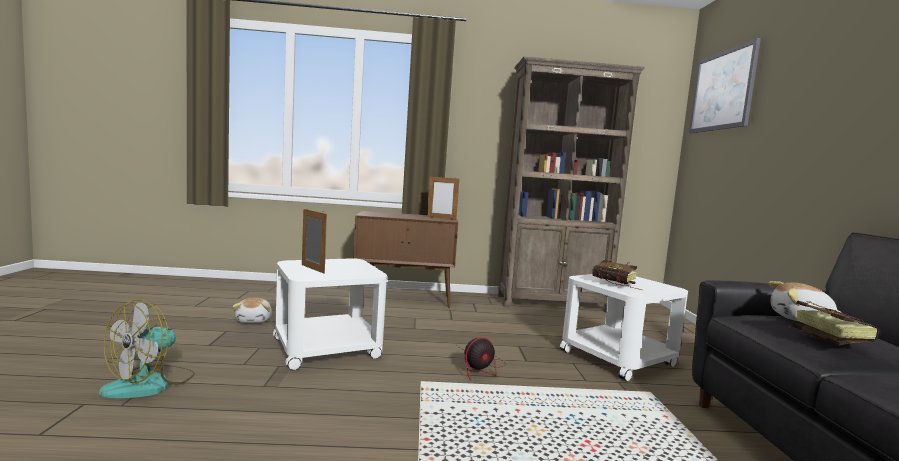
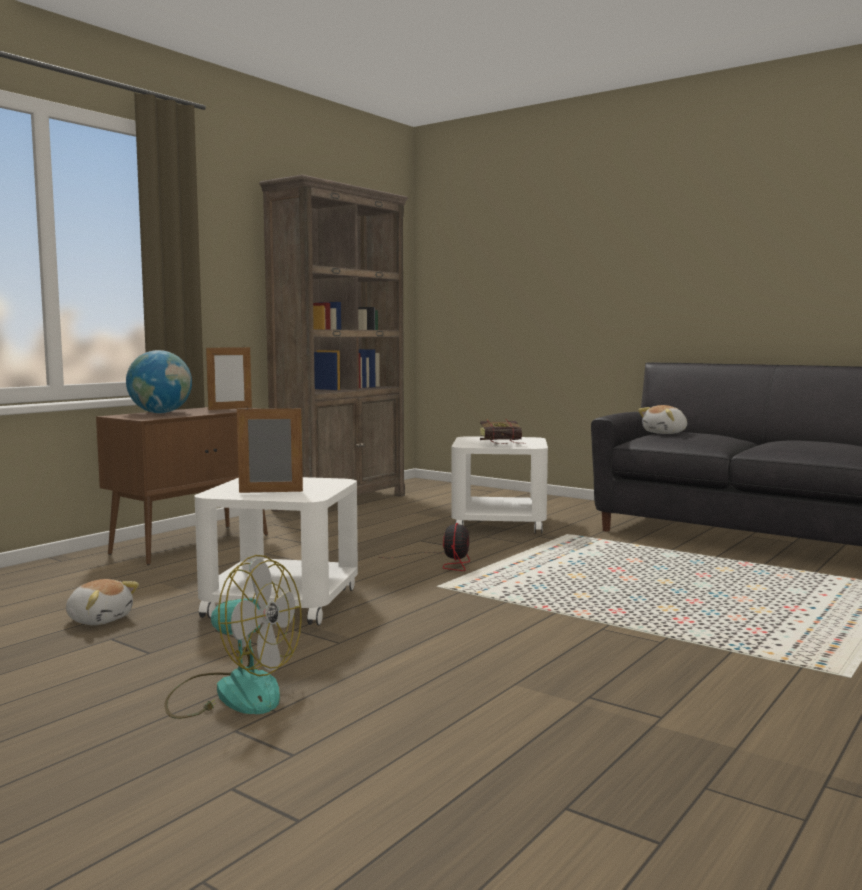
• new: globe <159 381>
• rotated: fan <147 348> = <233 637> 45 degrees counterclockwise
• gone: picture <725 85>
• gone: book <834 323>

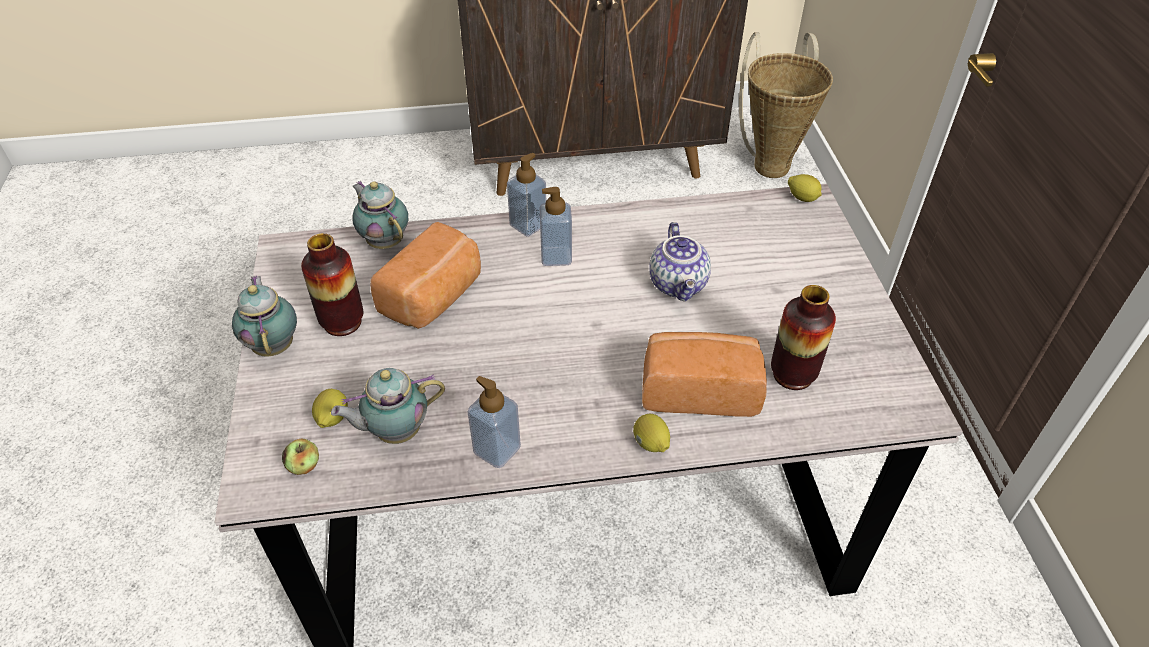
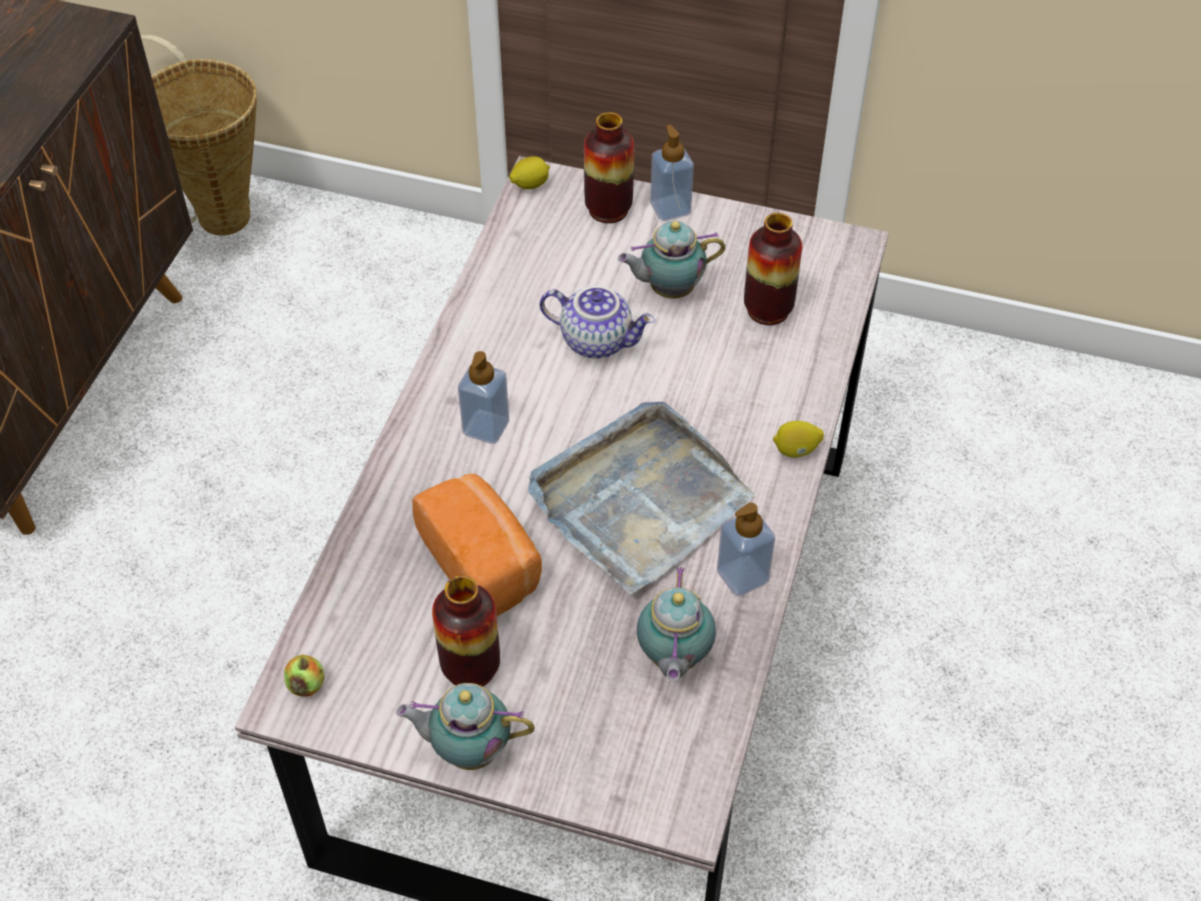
• shifted: apple <300 456> to <304 676>
• new: tray/grey <641 498>
• new: vase <609 167>
• shifted: teapot <380 214> to <671 260>
• shifted: soap dispenser <526 195> to <672 173>
• gone: lemon <330 408>
• gone: bread <704 374>

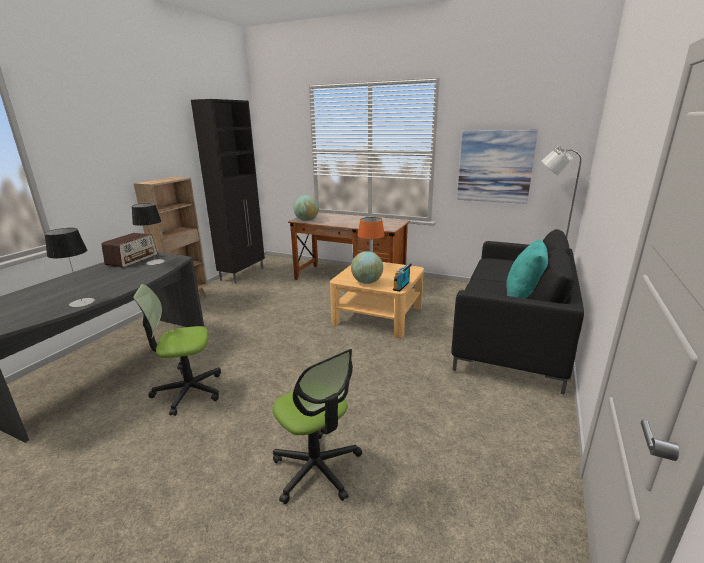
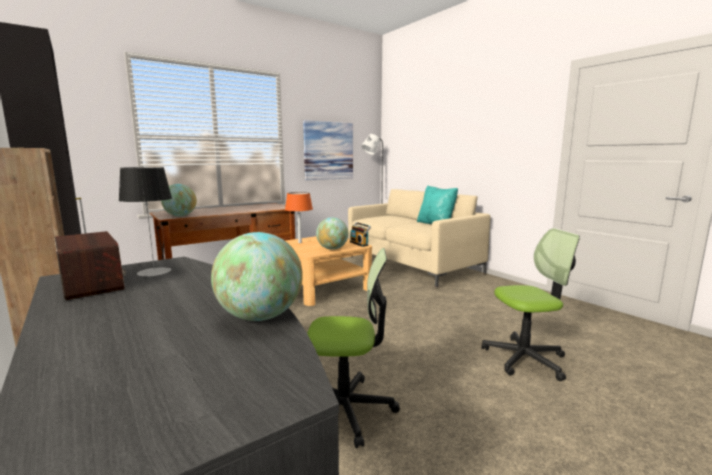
• swapped: table lamp <69 267> to globe <257 276>
• rotated: office chair <177 350> = <353 348> 105 degrees counterclockwise
• repainted: sofa/black <517 311> to sofa/beige <419 238>

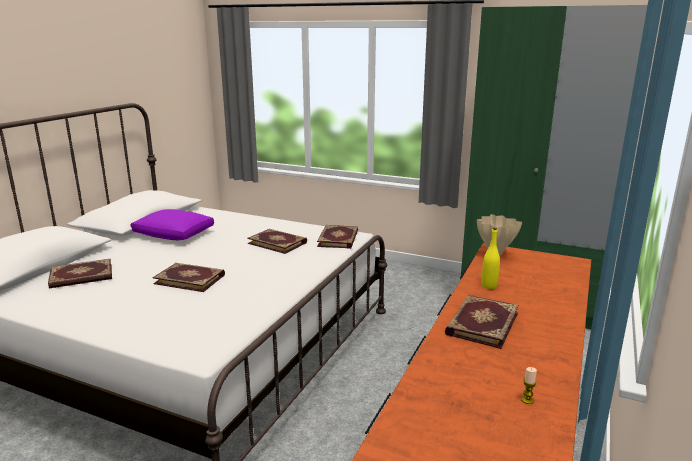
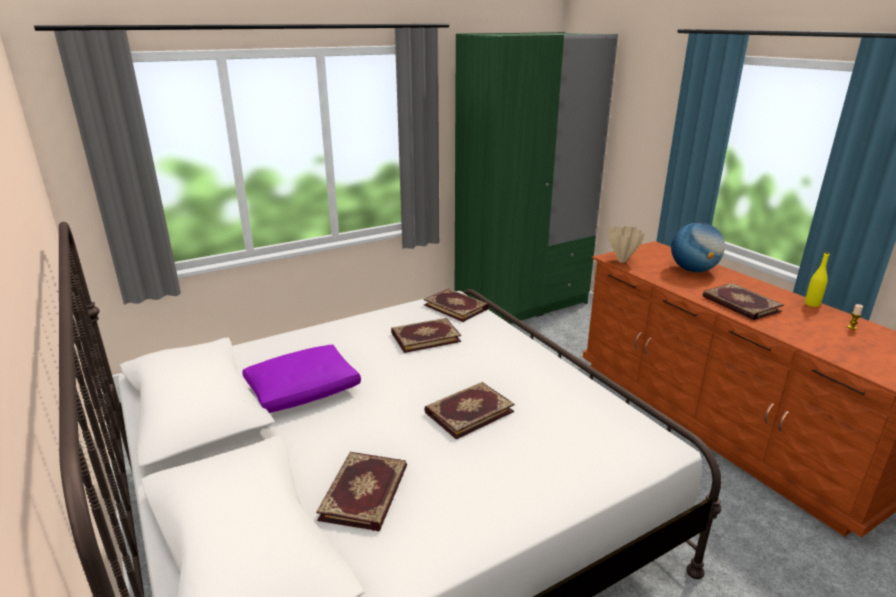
• new: globe <698 247>
• shifted: bottle/yellow <490 258> to <817 279>

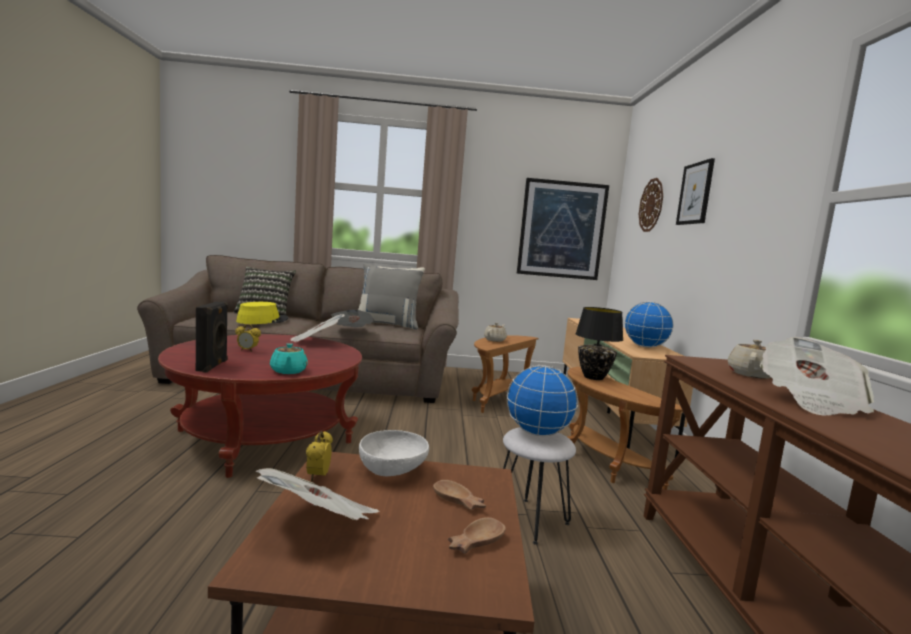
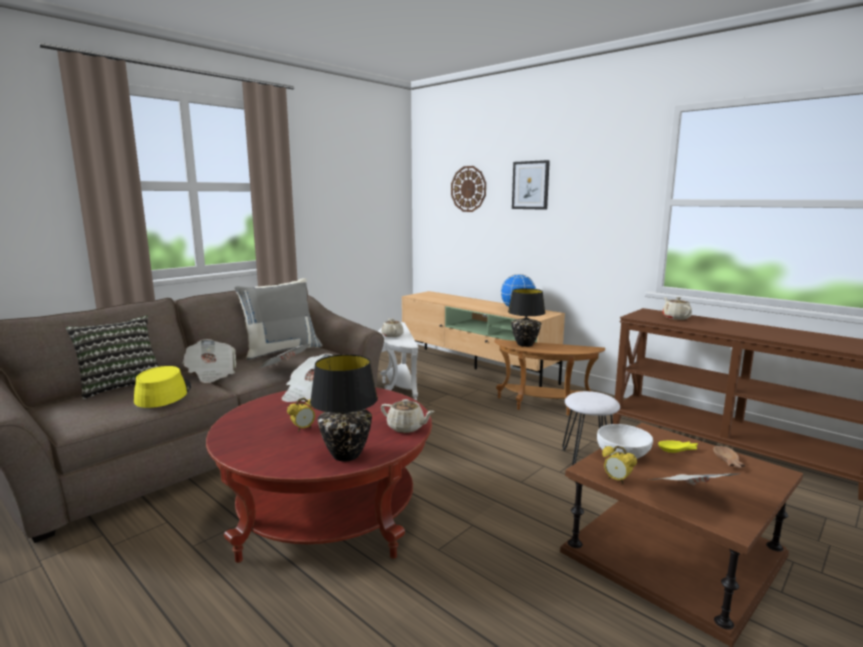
• shifted: newspaper <817 376> to <209 361>
• swapped: speaker/black <212 337> to table lamp/black <344 407>
• repainted: side table/brown <505 374> to side table/white <398 361>
• repainted: teapot/turquoise <289 358> to teapot/beige <408 416>
• repainted: bowl/brown <459 495> to bowl/yellow <678 446>
• gone: globe <542 400>
• gone: picture <563 229>

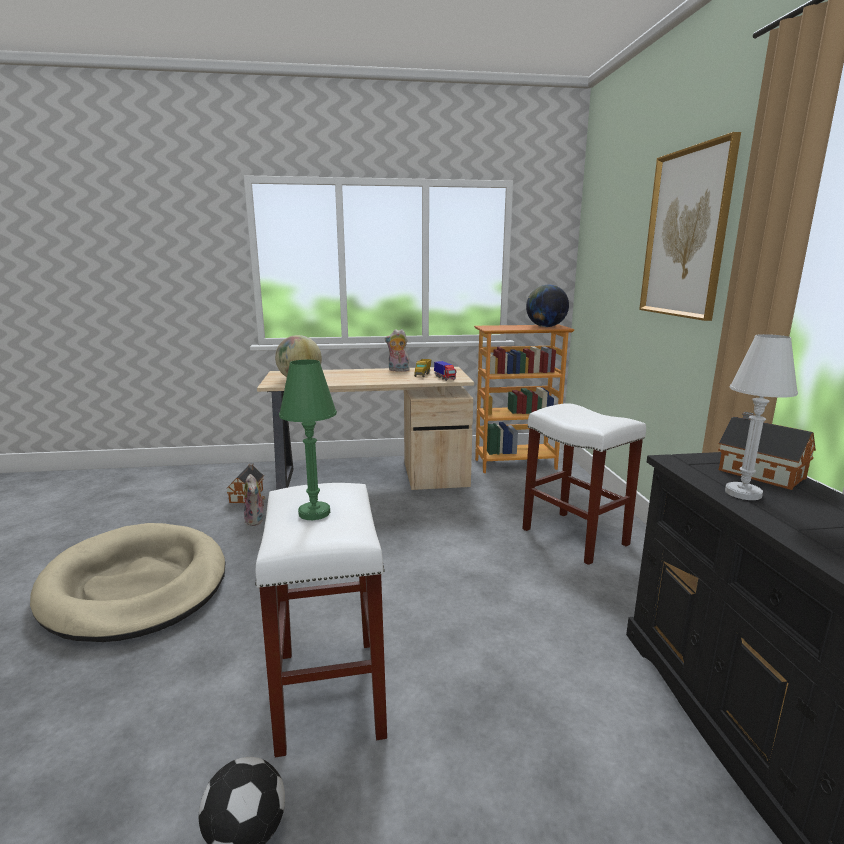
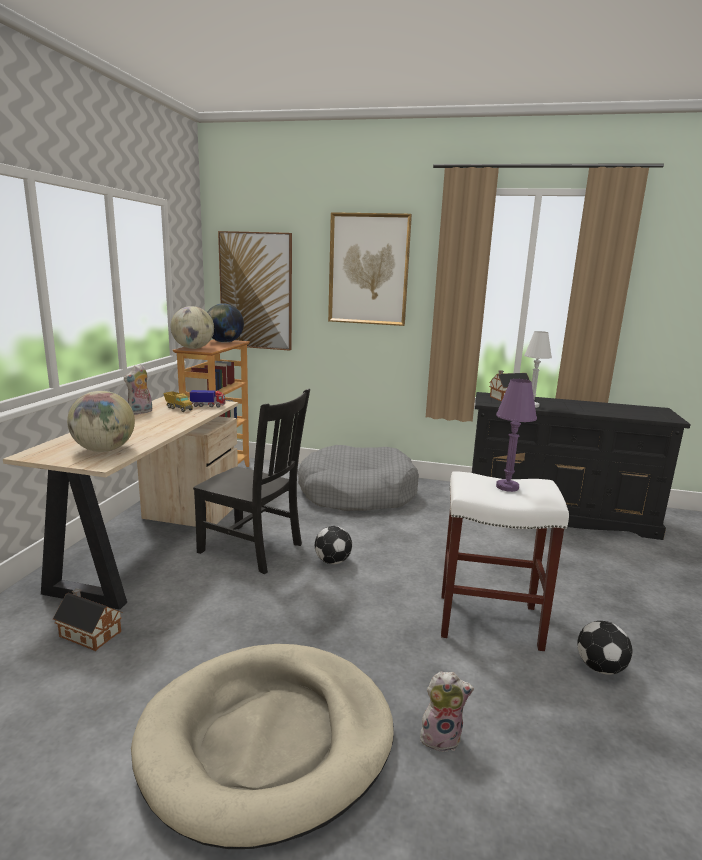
• new: globe <192 327>
• new: chair/black <251 481>
• new: picture <255 291>
• swapped: stool/white <584 484> to dog bed/grey <358 478>
• new: football <333 545>
• shifted: plush toy <255 500> to <447 712>
• repainted: table lamp/green <308 440> to table lamp/purple <516 435>

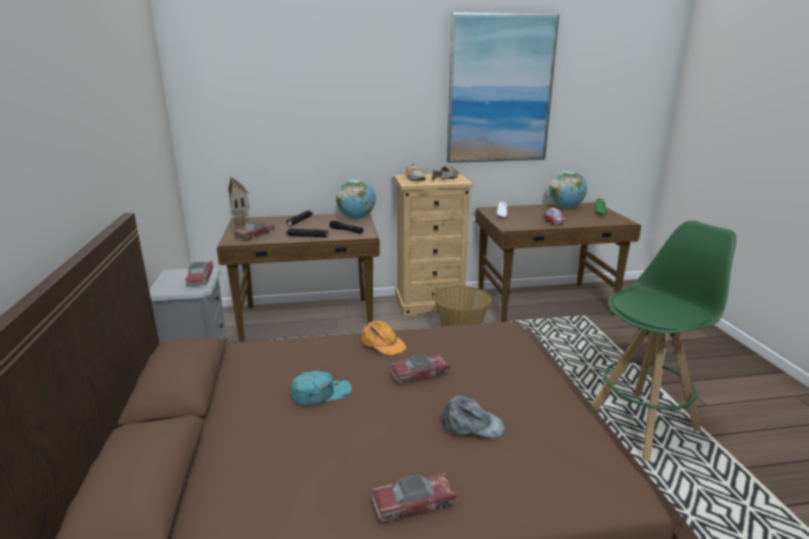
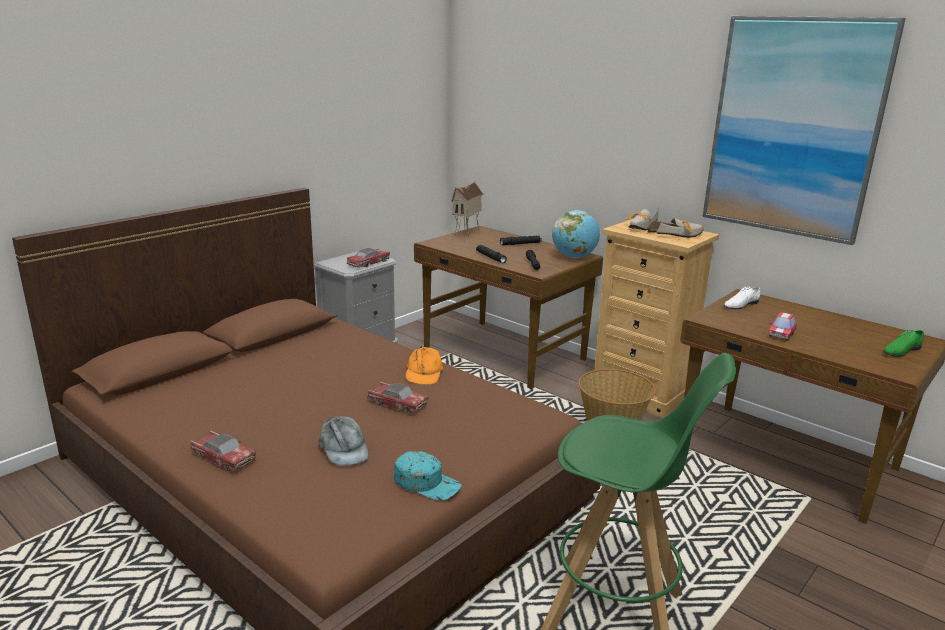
• shifted: cap/turquoise <321 388> to <427 476>
• gone: toy car <254 230>
• gone: globe <568 189>

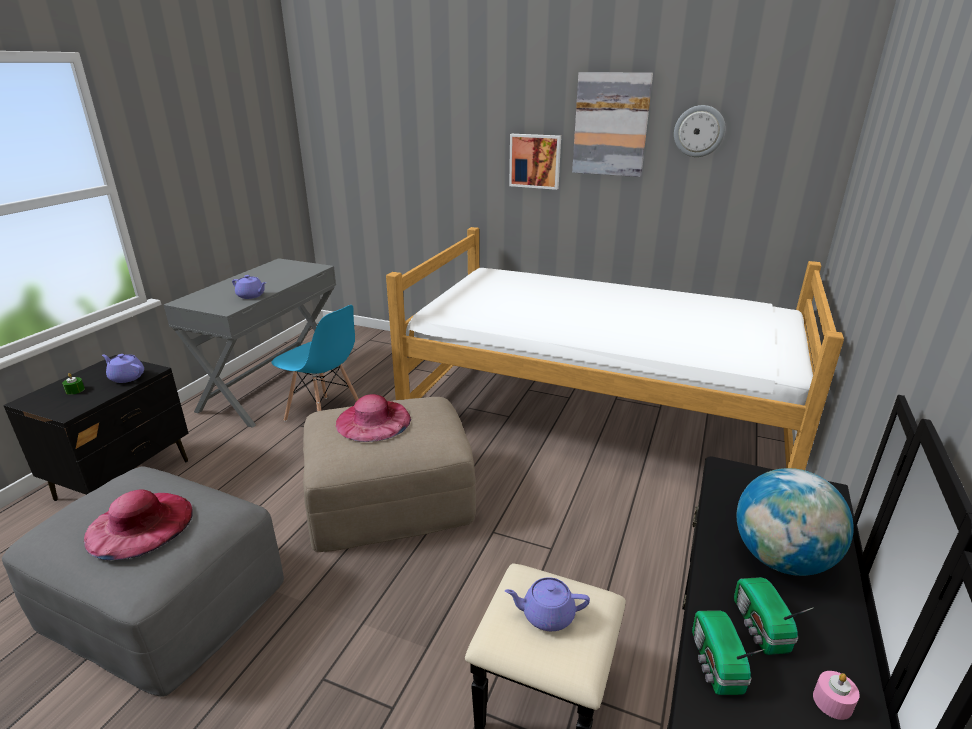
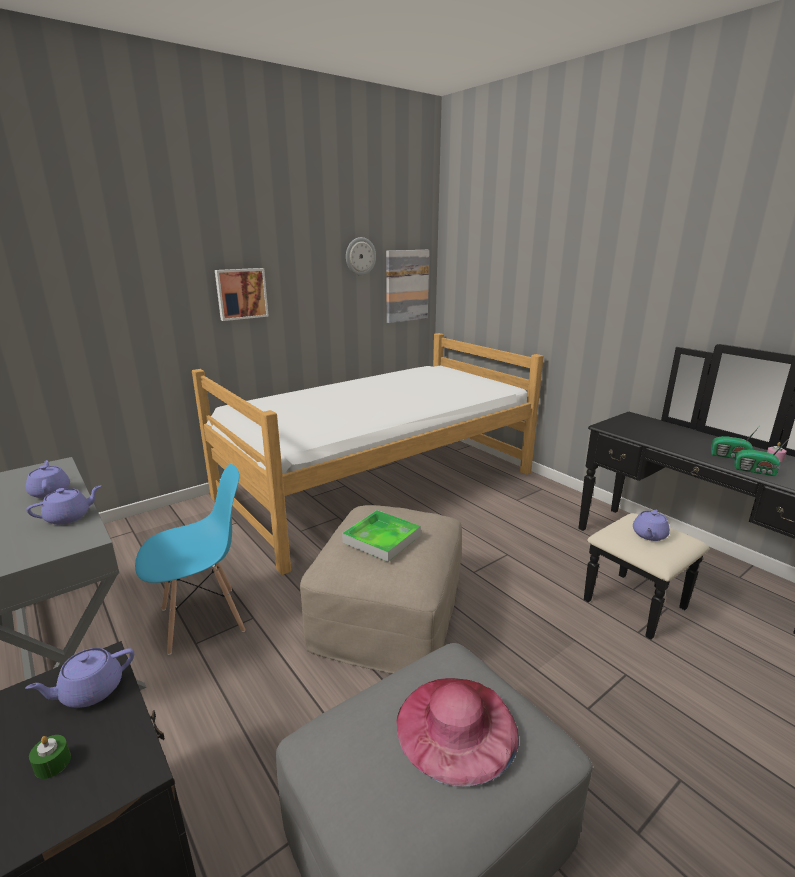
• new: teapot/purple <48 479>
• swapped: hat/pink <373 418> to tray <381 536>
• shifted: picture <612 124> to <407 286>
• gone: globe <795 522>

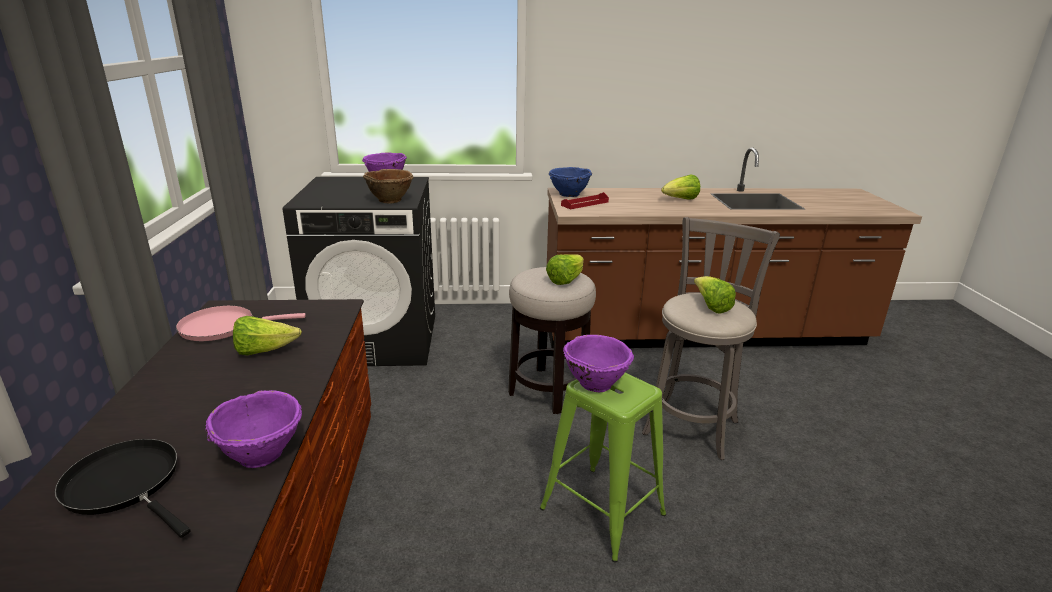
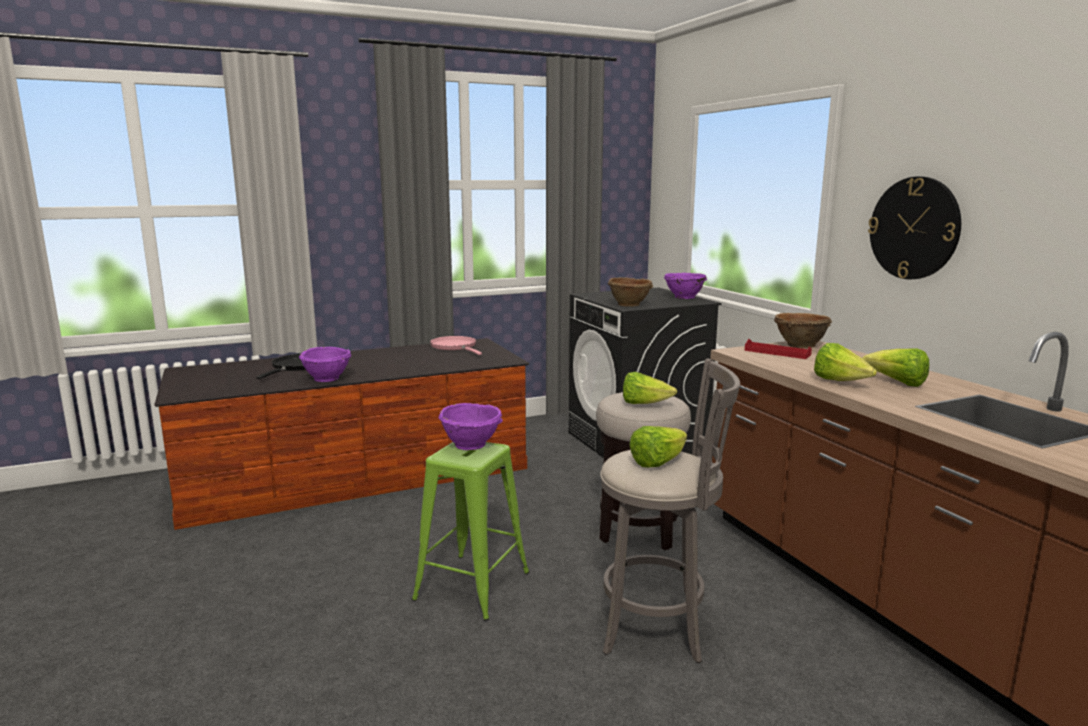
• repainted: bowl/blue <570 182> to bowl/brown <803 330>
• shifted: lettuce <267 335> to <845 362>
• new: wall clock <914 227>

